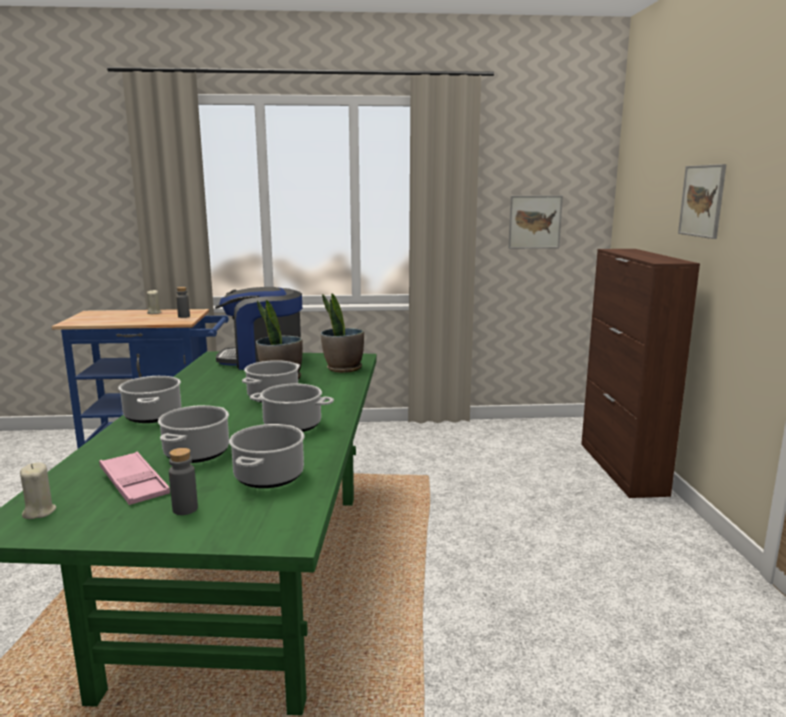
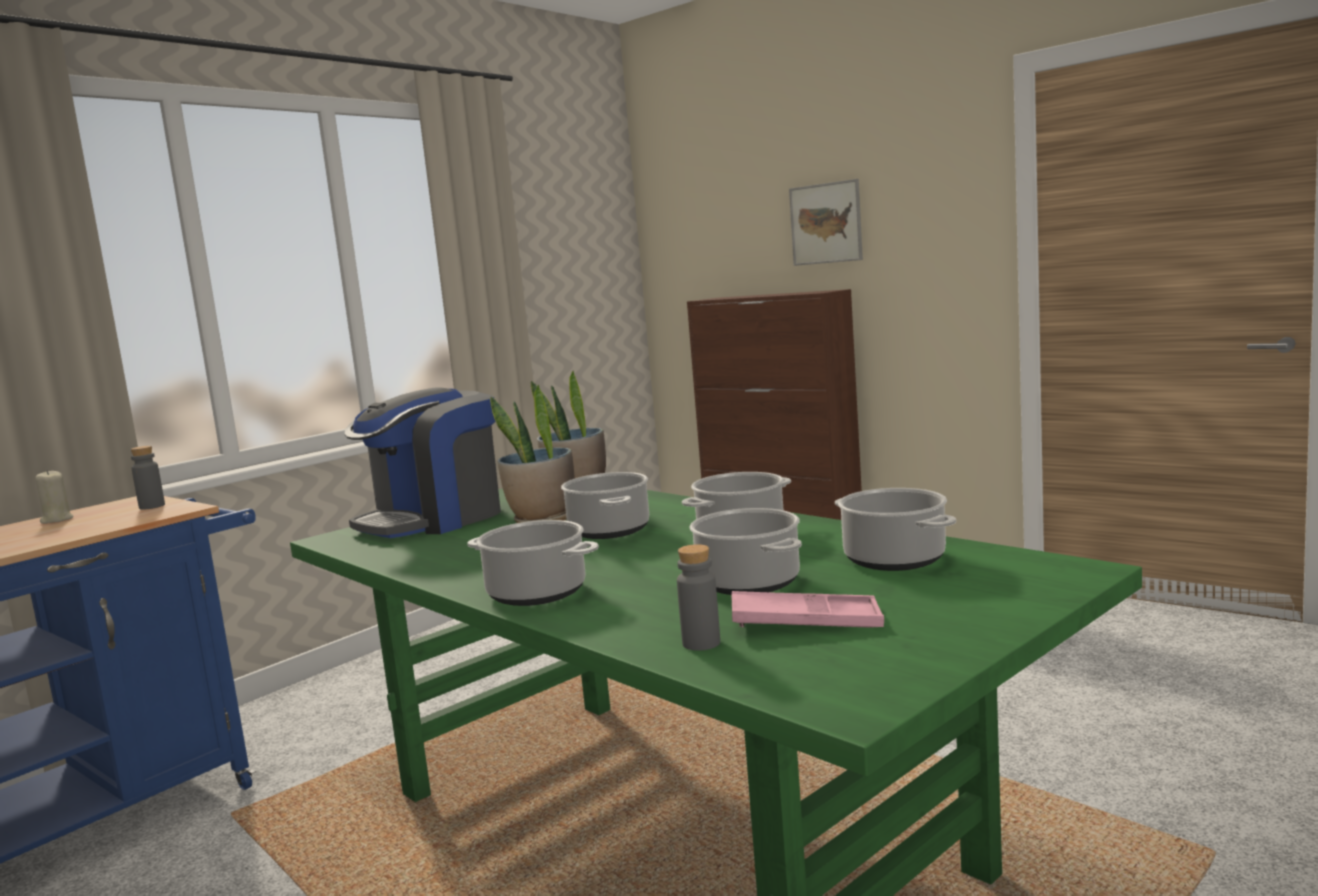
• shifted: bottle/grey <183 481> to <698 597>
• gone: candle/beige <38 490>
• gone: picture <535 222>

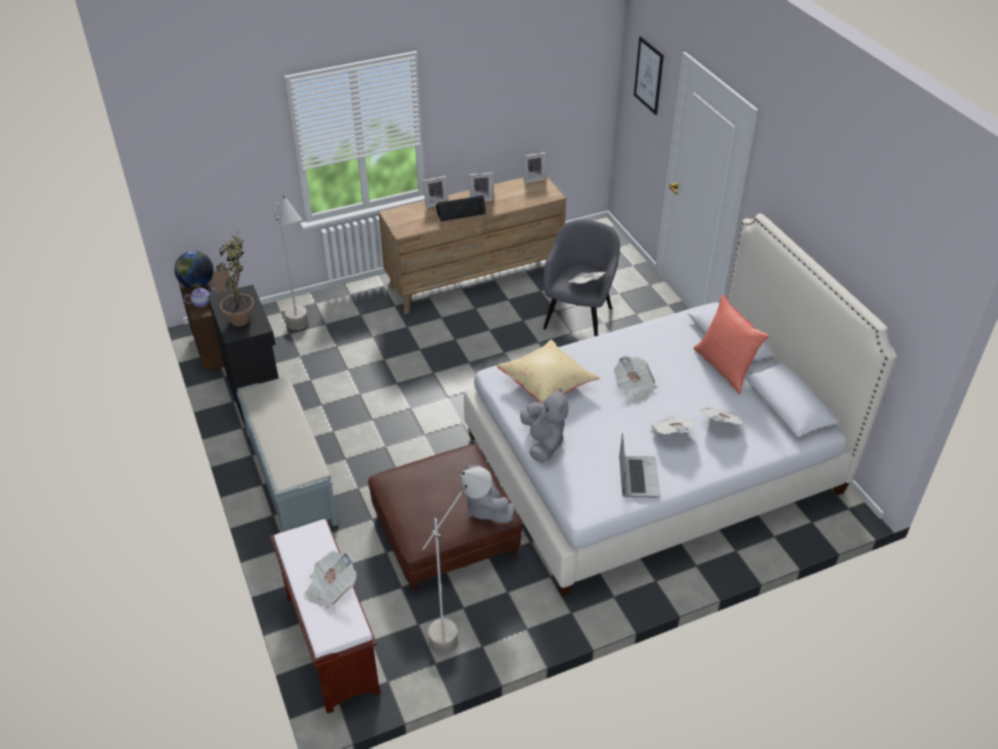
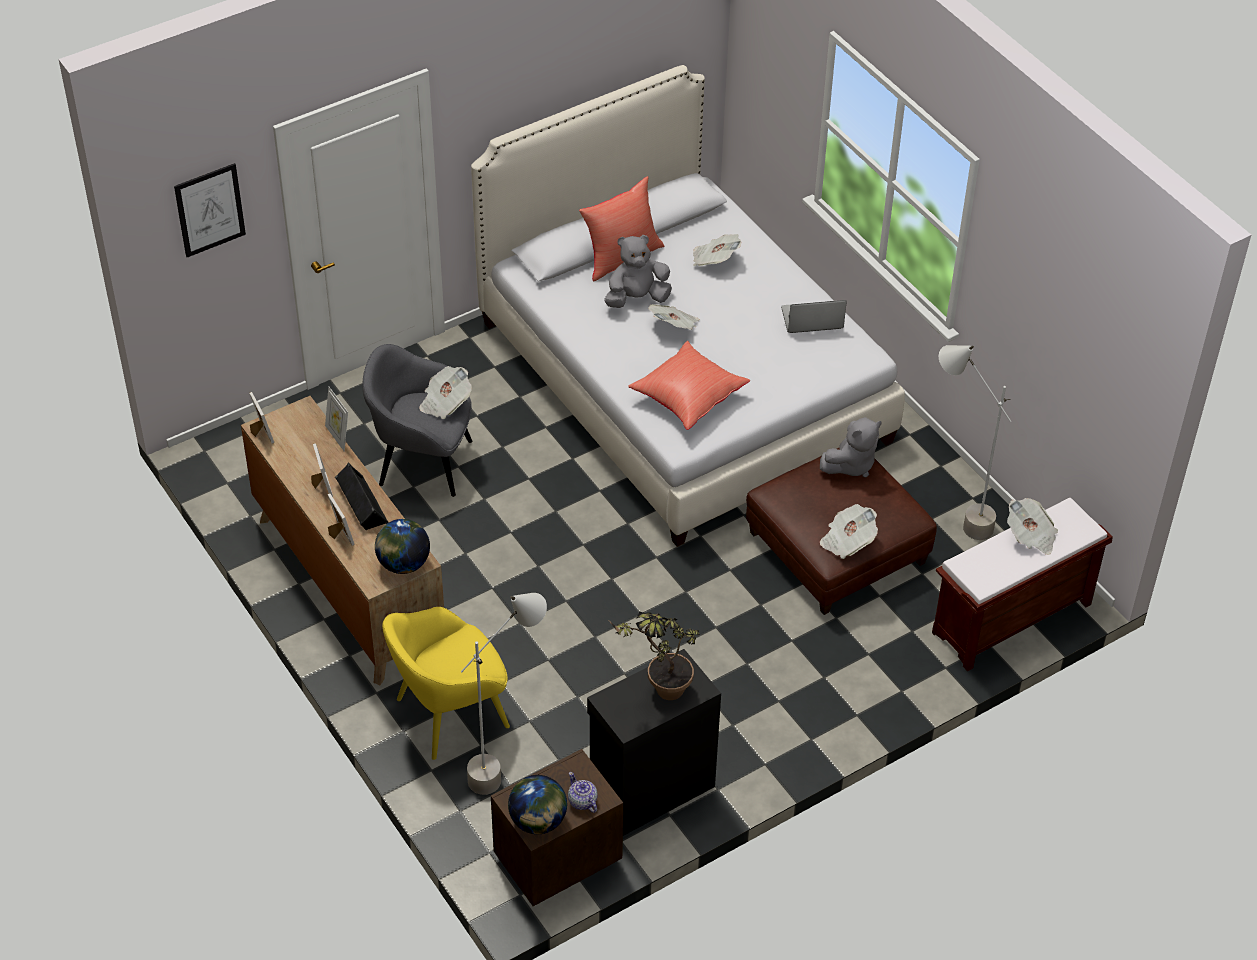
• new: picture frame <336 419>
• new: globe <402 546>
• new: armchair/yellow <446 683>
• shifted: plush toy/grey <544 425> to <638 271>
• repainted: pillow/beige <548 371> to pillow/red <689 385>
• shifted: newspaper <674 425> to <849 531>
• gone: bench/grey <287 454>

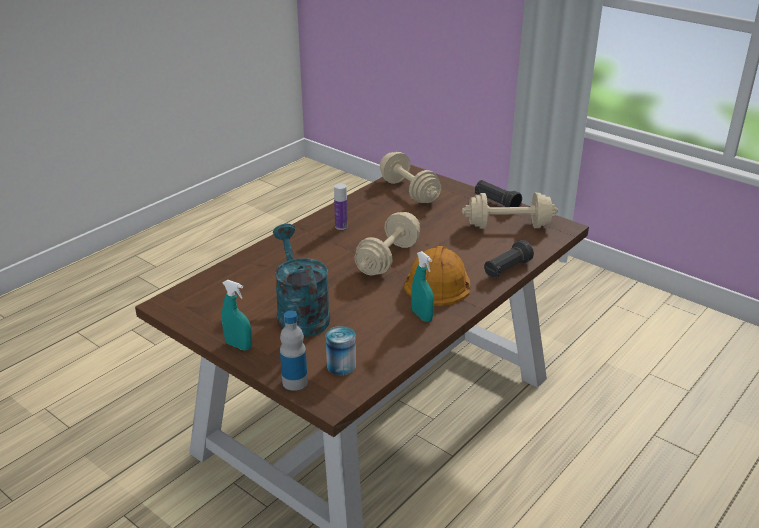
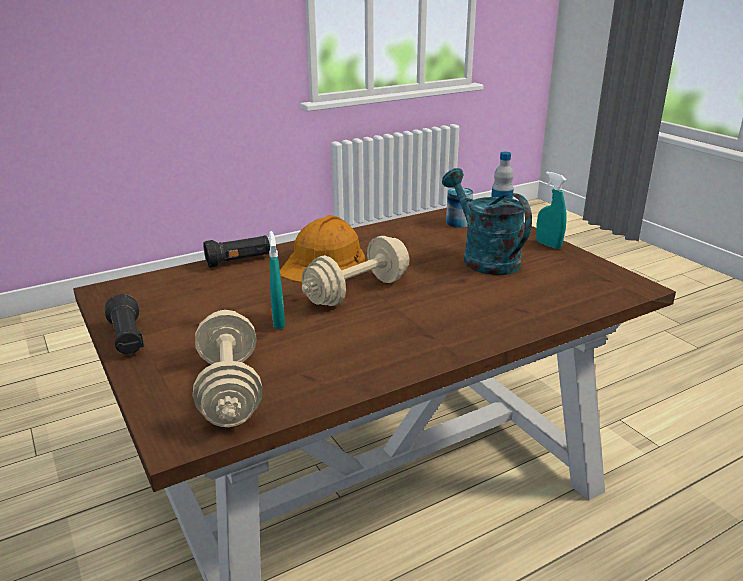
• shifted: spray bottle/turquoise <422 286> to <277 280>
• rotated: watering can/turquoise <301 280> = <487 221> 150 degrees clockwise
• gone: bottle <341 206>
• gone: dumbbell/beige <510 211>

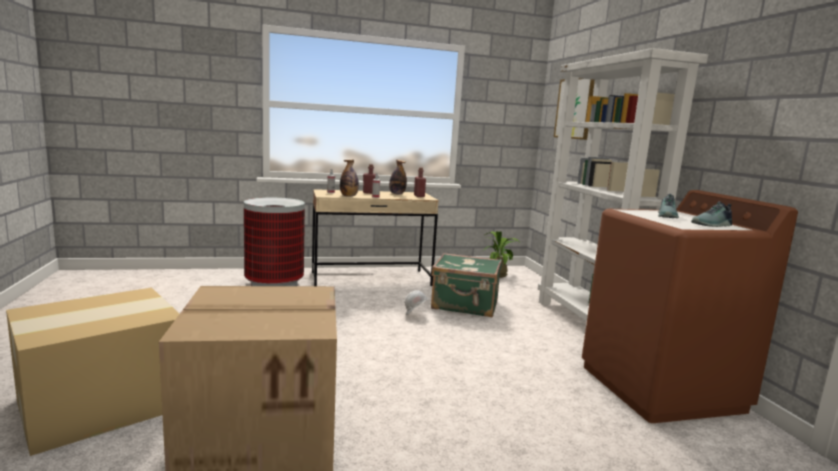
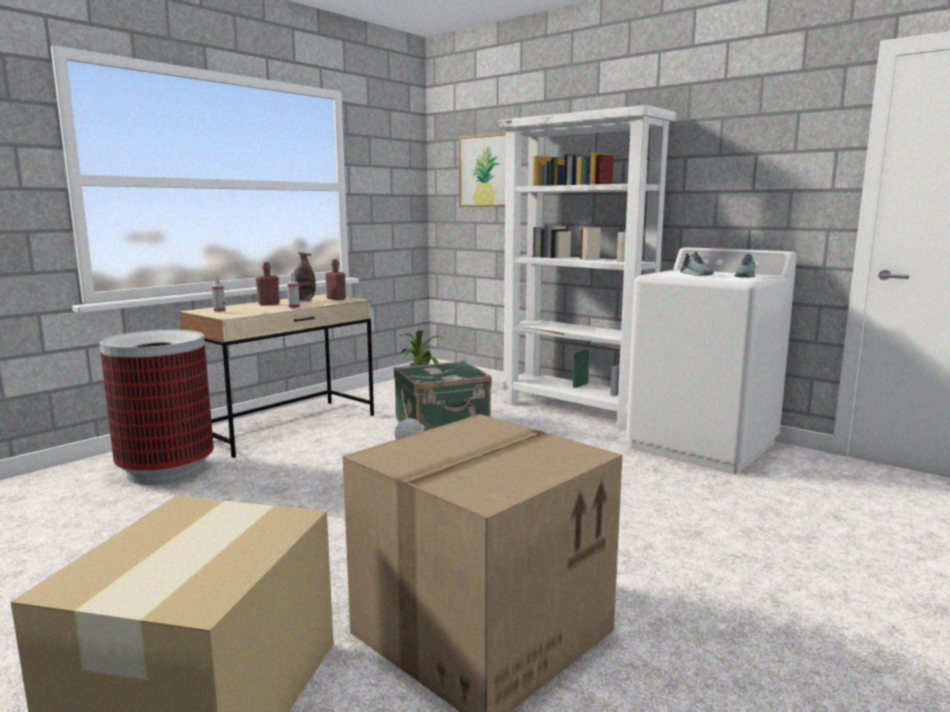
• repainted: washing machine/brown <690 306> to washing machine/white <711 360>
• gone: bottle <349 178>

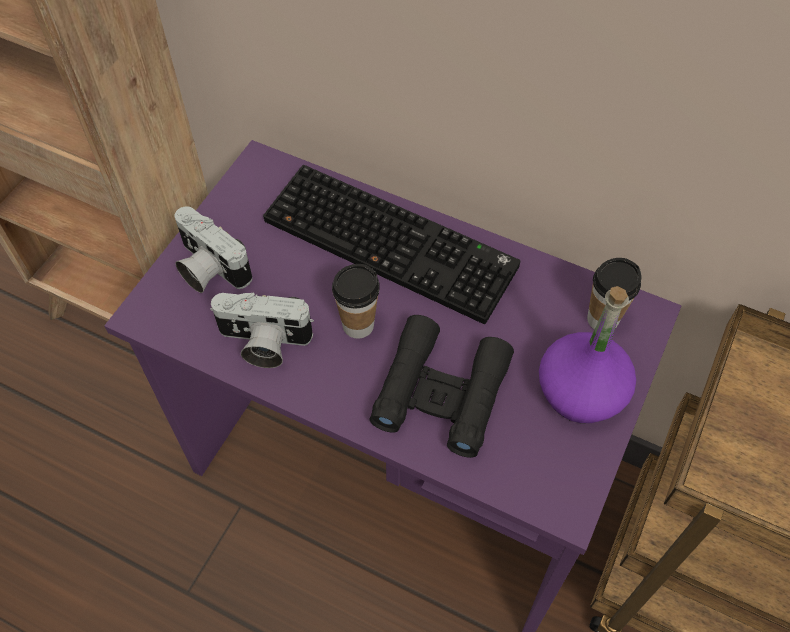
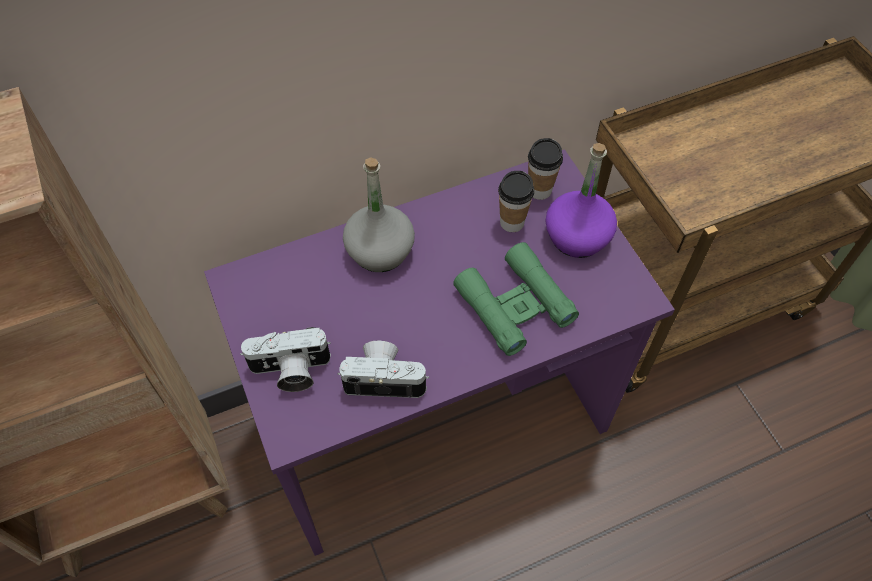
• rotated: photo camera <262 330> = <383 369> 135 degrees counterclockwise
• swapped: keyboard <391 244> to bottle/grey <379 214>
• repainted: binoculars/black <442 386> to binoculars/green <516 299>
• shifted: cup <356 301> to <516 201>

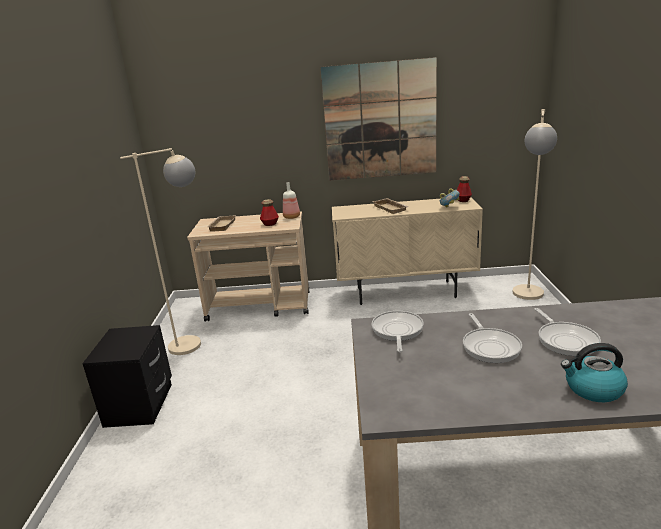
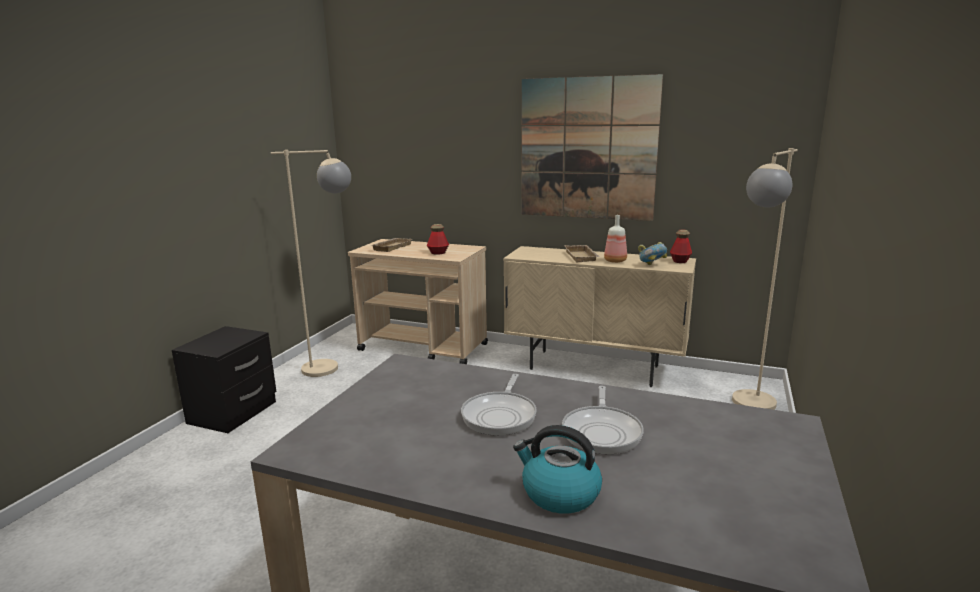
• shifted: bottle <291 200> to <615 239>
• gone: frying pan <398 331>

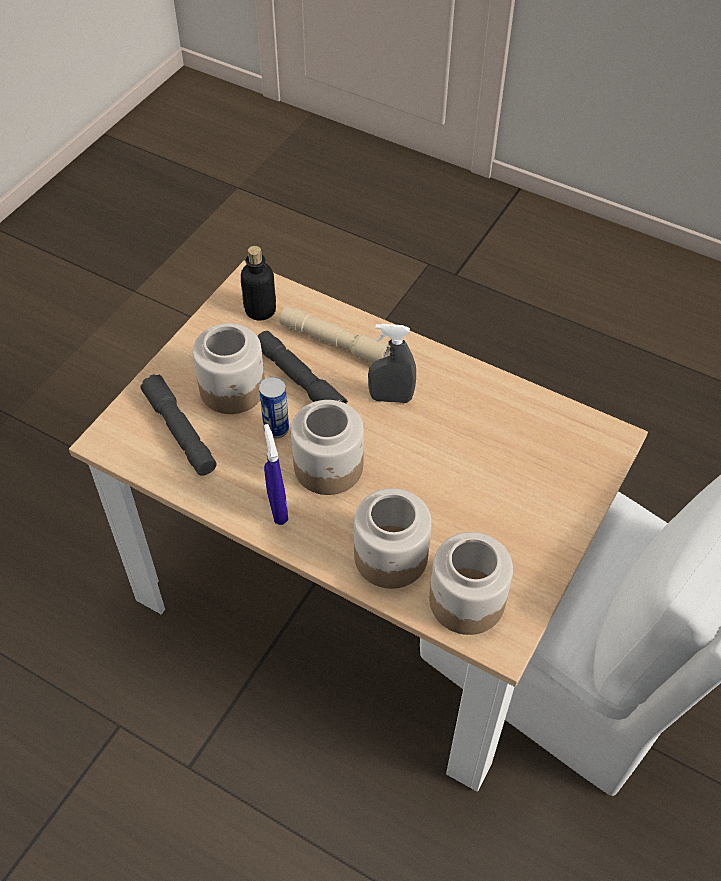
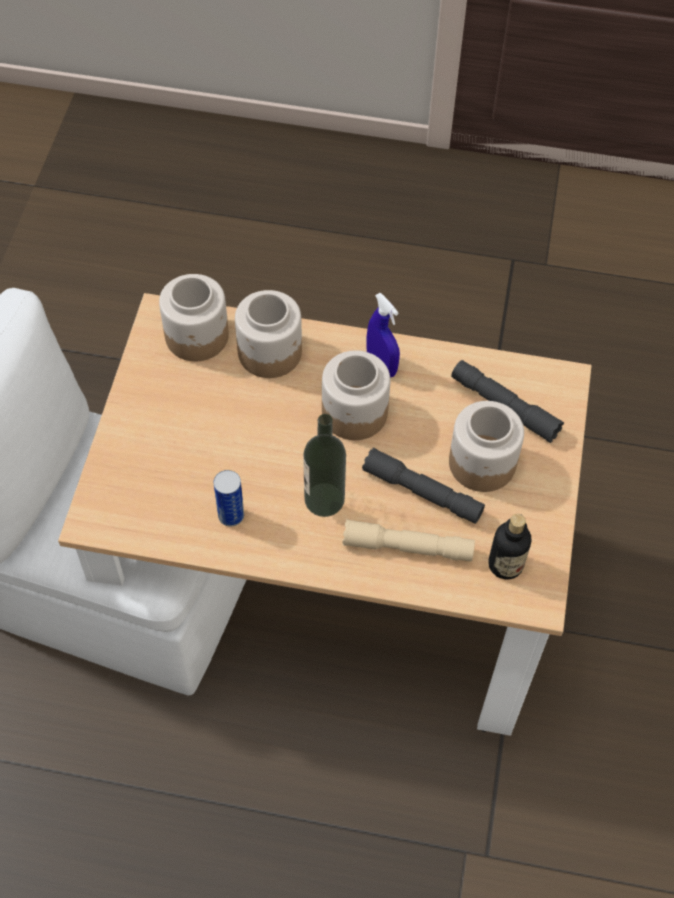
• shifted: can <274 408> to <228 498>
• swapped: spray bottle/grey <392 363> to bottle <324 465>

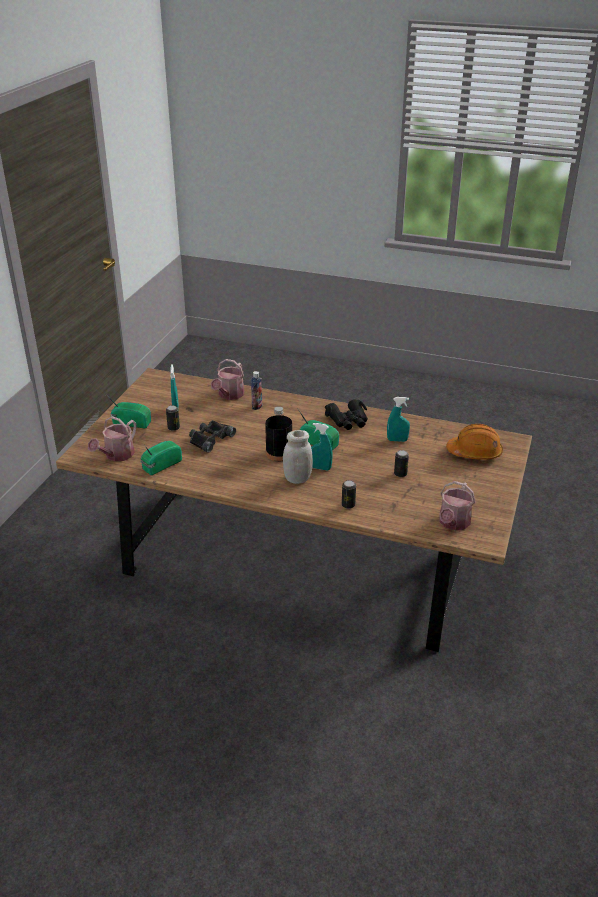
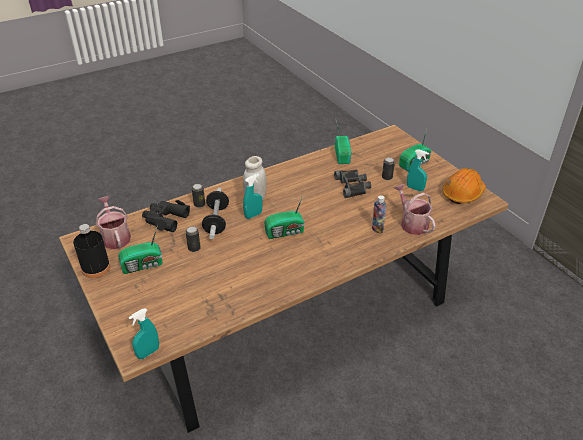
• shifted: bottle/black <278 433> to <92 251>
• new: radio <140 249>
• shifted: spray bottle/turquoise <398 419> to <144 333>
• shifted: binoculars/black <346 414> to <166 216>
• new: dumbbell <215 213>
• shifted: hard hat/orange <474 442> to <464 186>
• gone: watering can <112 438>

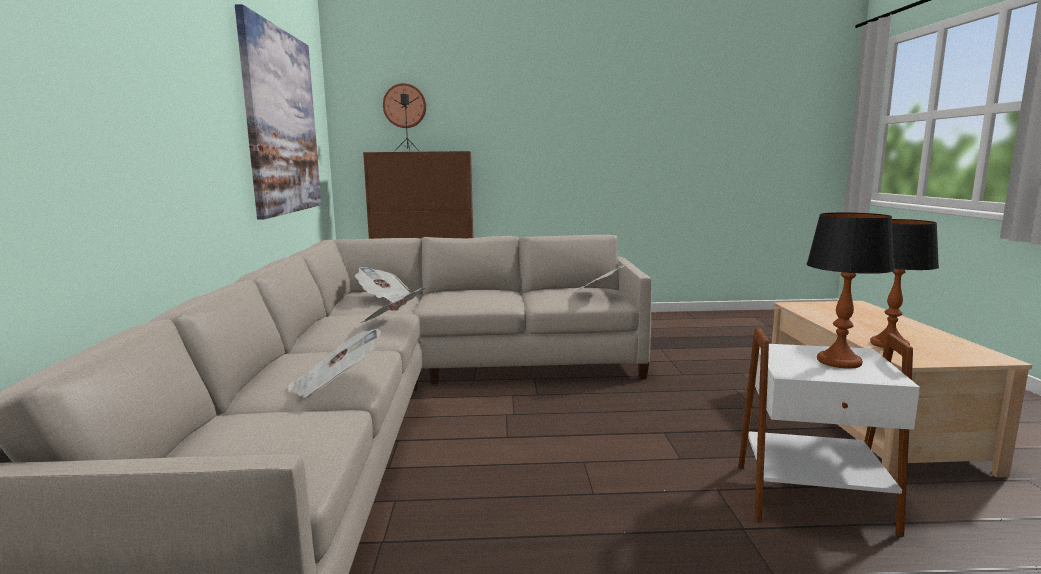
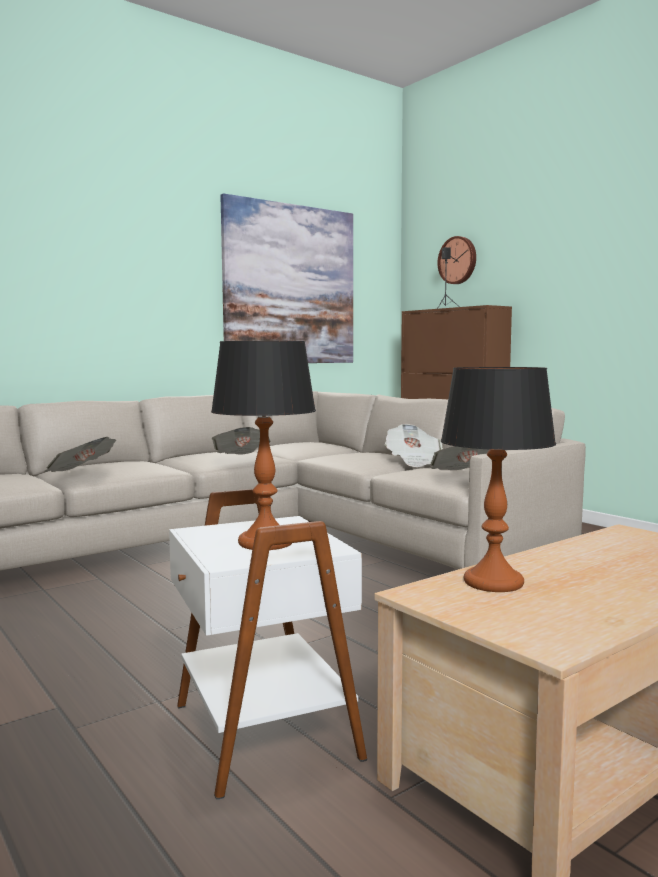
• shifted: newspaper <382 284> to <414 445>

